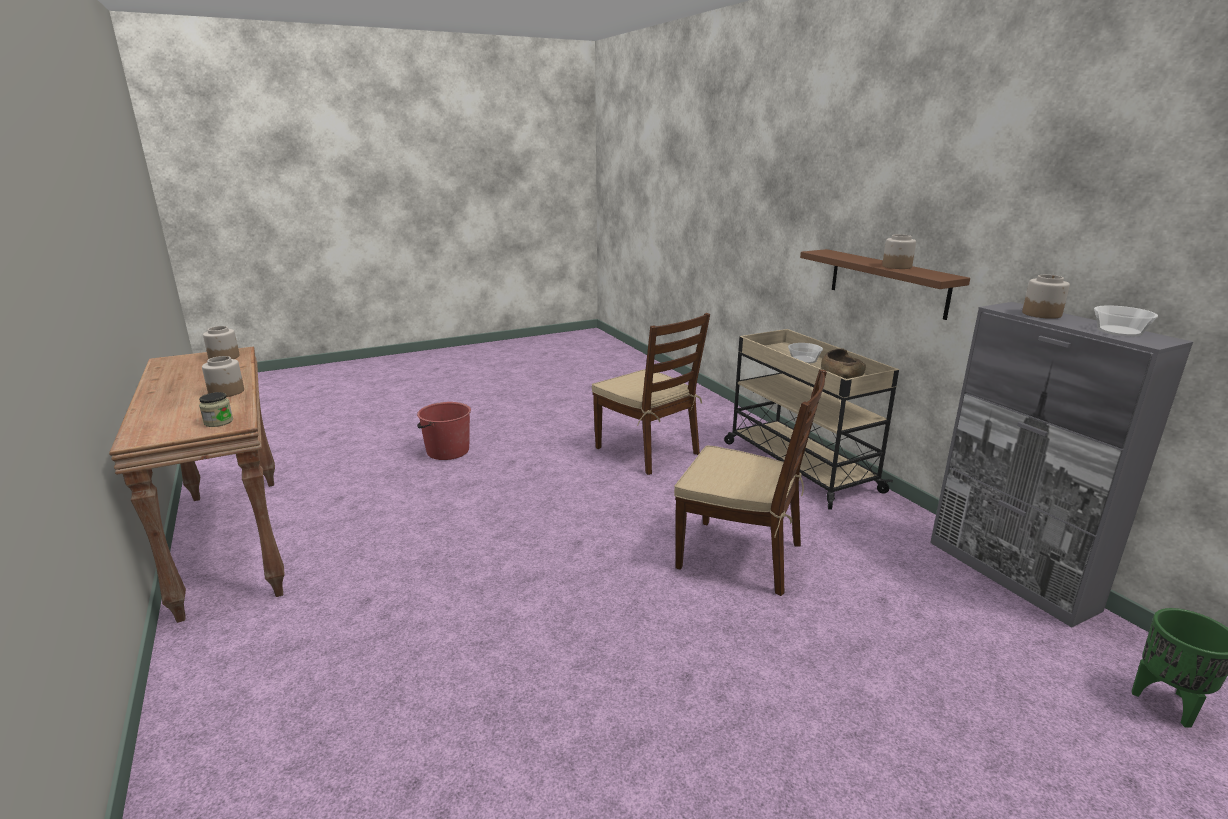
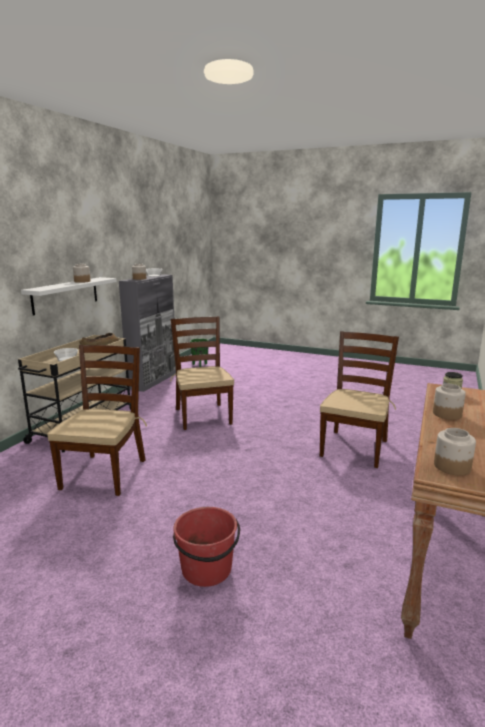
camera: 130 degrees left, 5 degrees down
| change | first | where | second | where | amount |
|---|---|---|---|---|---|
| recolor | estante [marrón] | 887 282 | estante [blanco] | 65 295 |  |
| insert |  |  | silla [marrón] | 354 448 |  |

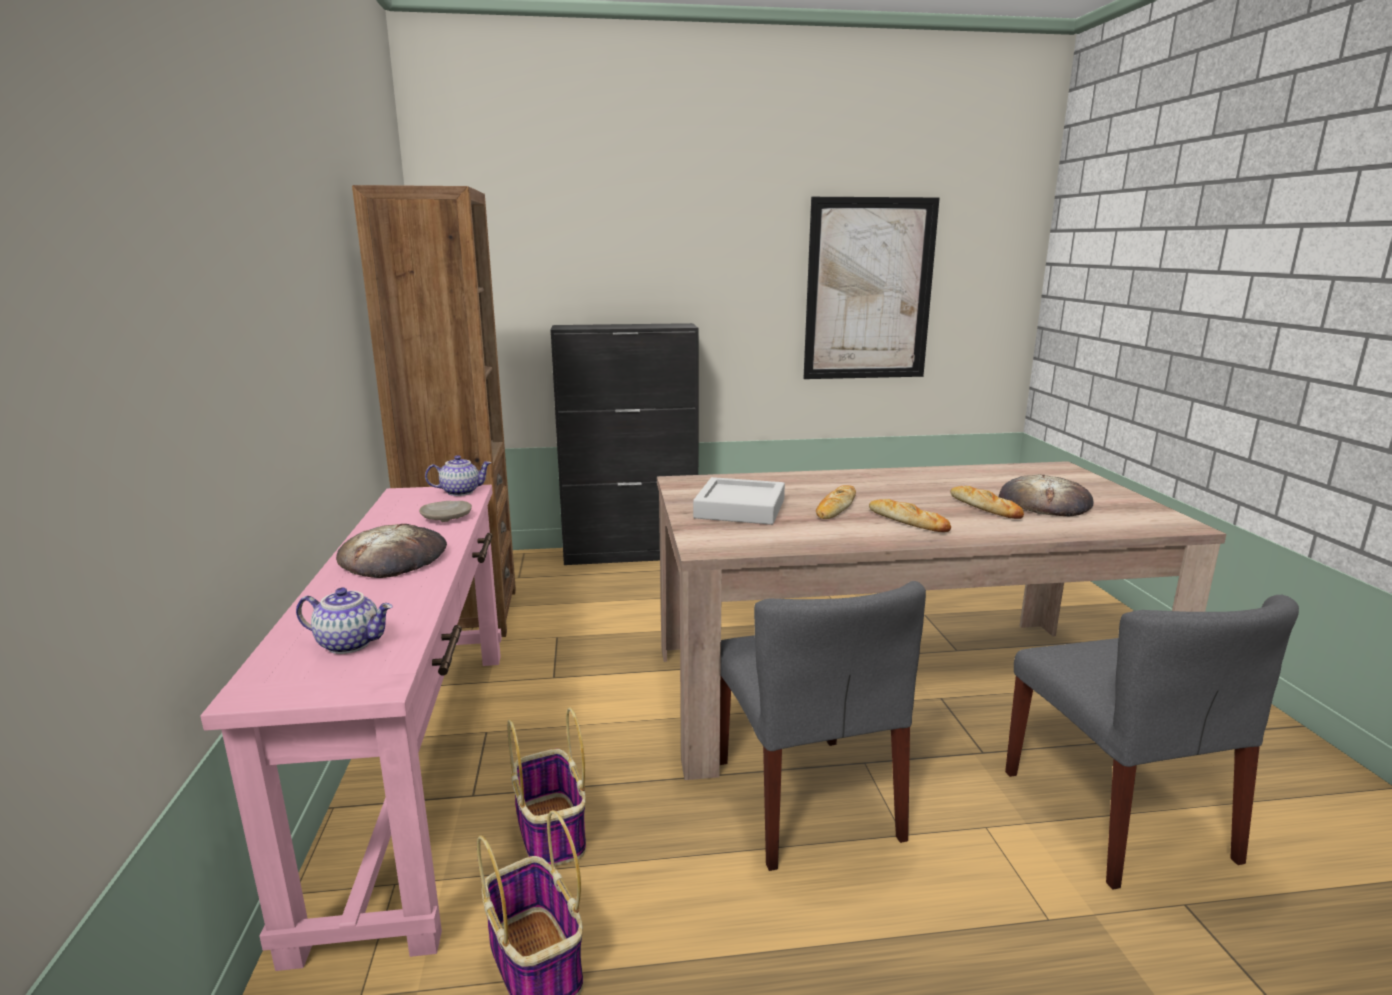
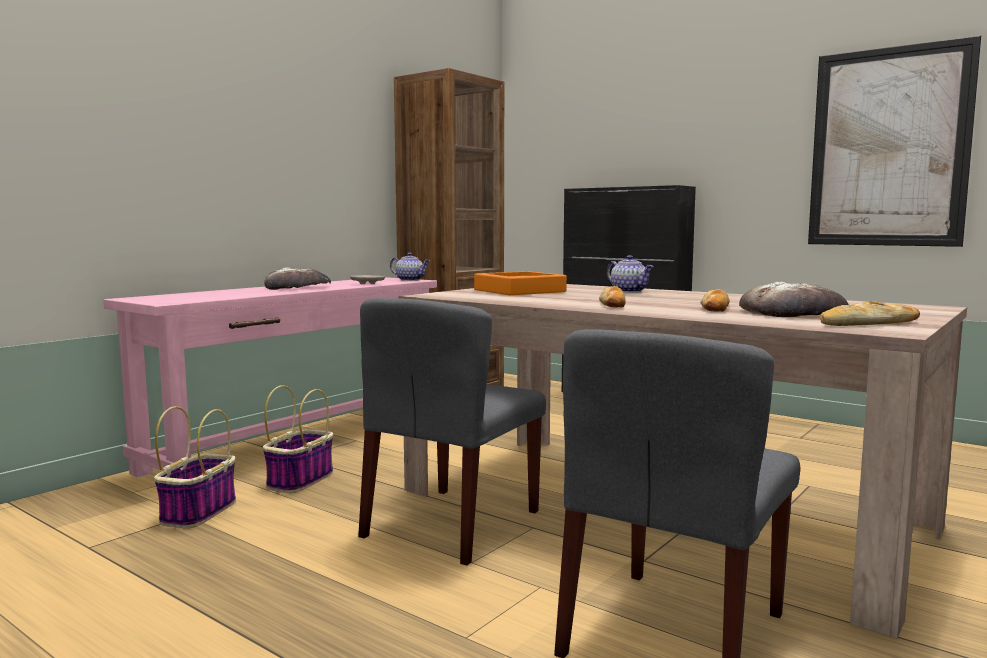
camera: 45 degrees right, 10 degrees down
| change | first | where | second | where | amount |
|---|---|---|---|---|---|
| move | tetera | 350 643 |  | 630 291 |  |
| recolor | bandeja [gris] | 740 509 | bandeja [naranja] | 519 291 |  |
| move | pan | 836 507 |  | 868 323 |  |

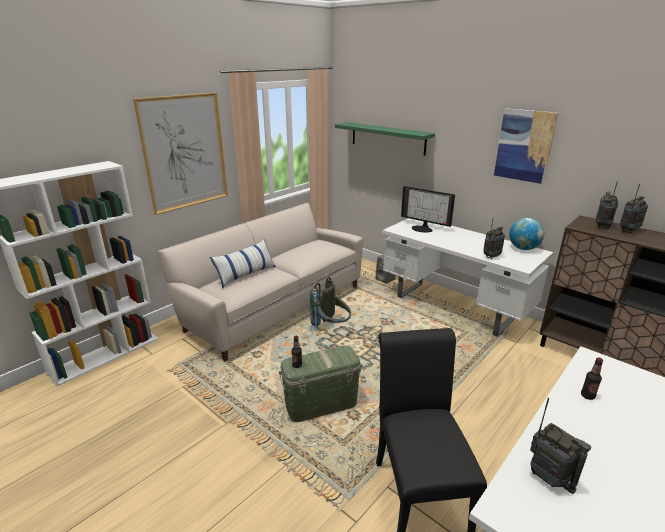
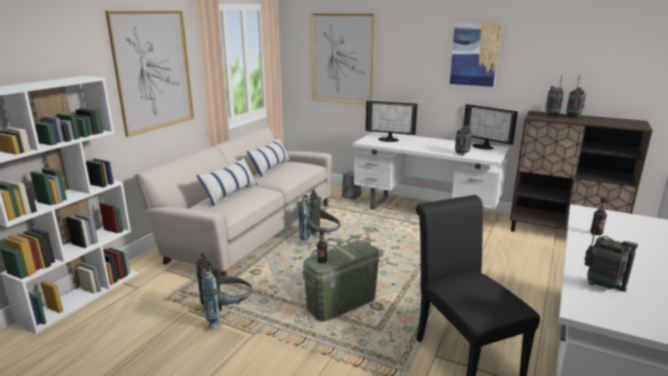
camera: 15 degrees left, 5 degrees down
| change | first | where | second | where | amount |
|---|---|---|---|---|---|
| replace | estante [verde] | 387 138 | cuadro | 342 59 |  |
| replace | globo terráqueo | 523 248 | monitor | 484 146 |  |
| insert |  |  | mochila [gris] | 227 314 |  |
| insert |  |  | cojín | 271 167 |  |

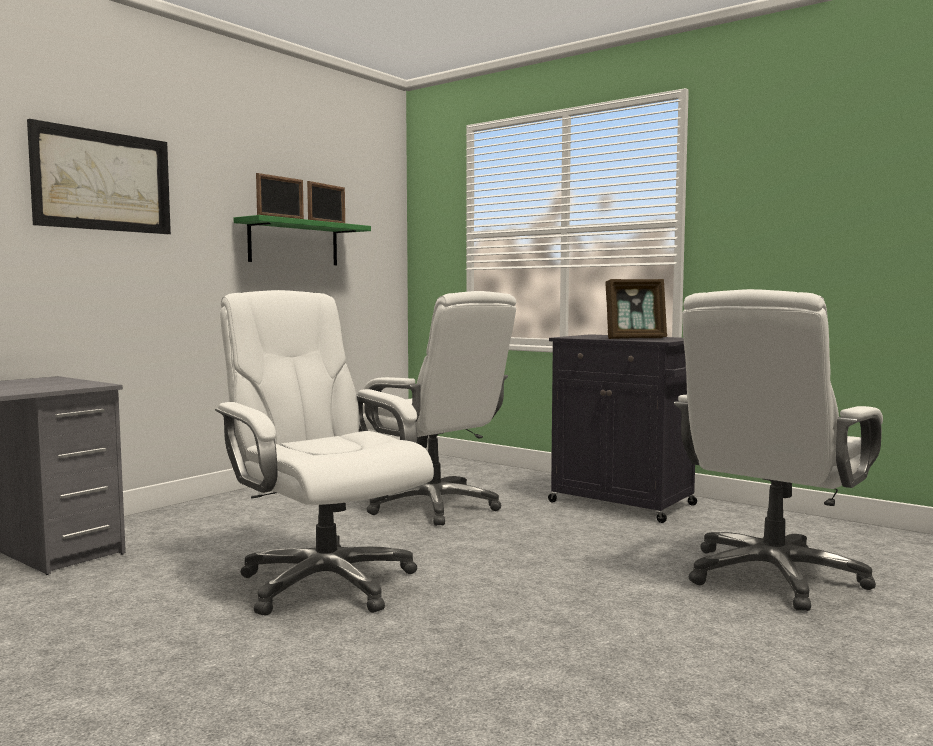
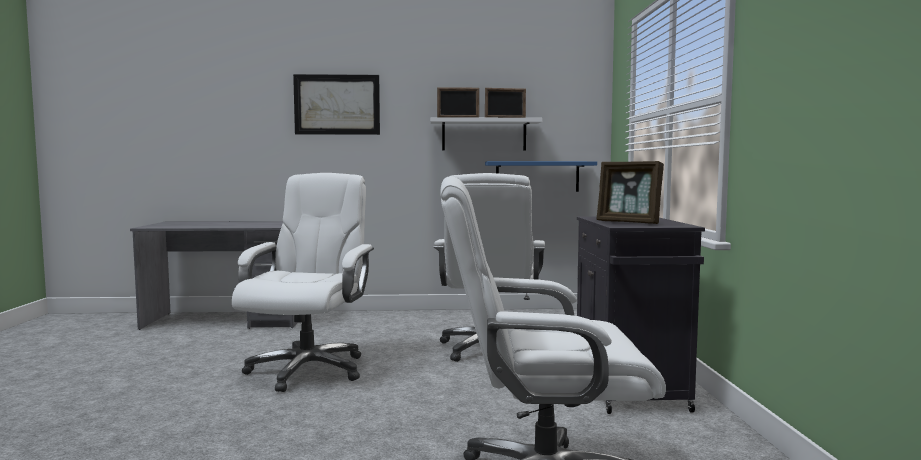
camera: 50 degrees right, 0 degrees up
| change | first | where | second | where | amount |
|---|---|---|---|---|---|
| recolor | estante [verde] | 294 243 | estante [blanco] | 484 135 |  |
| insert |  |  | estante [azul] | 537 176 |  |

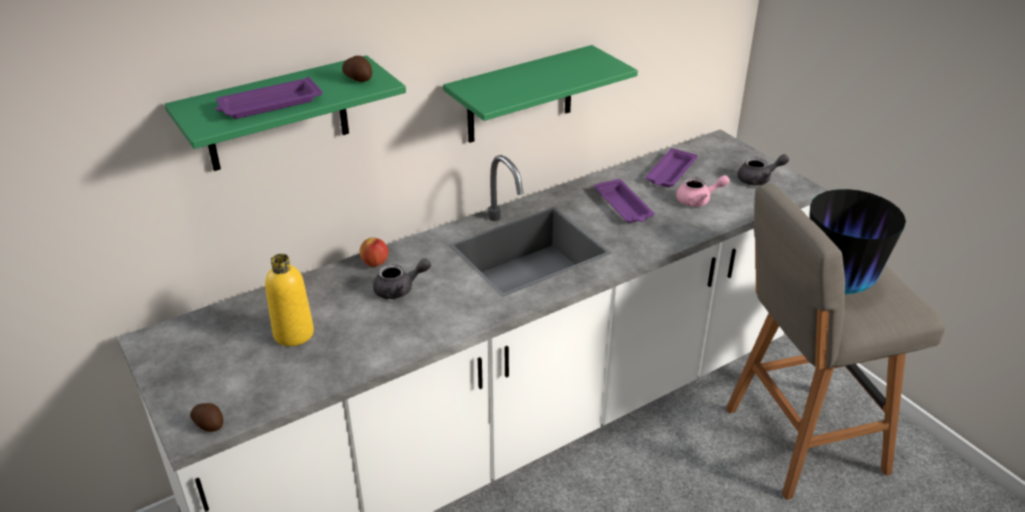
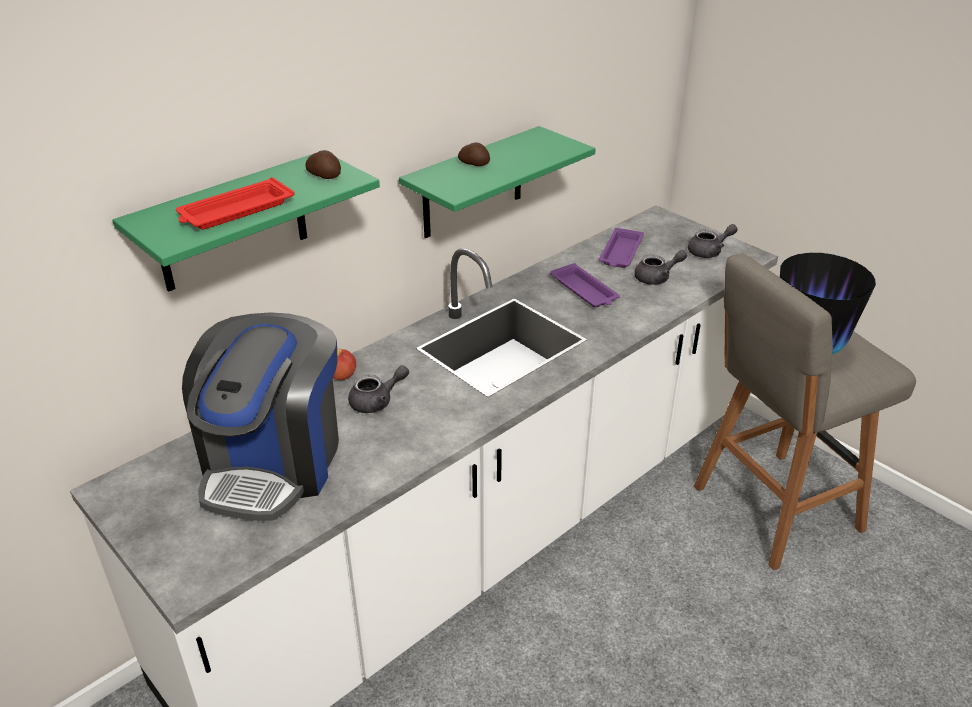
camera: 10 degrees left, 0 degrees up
| change | first | where | second | where | amount |
|---|---|---|---|---|---|
| move | patata | 209 424 |  | 474 163 |  |
| recolor | bandeja [morado] | 268 105 | bandeja [rojo] | 235 211 |  |
| replace | botella [amarillo] | 293 334 | cafetera | 274 462 |  |
| recolor | tetera [rosa] | 698 200 | tetera [gris] | 657 278 |  |

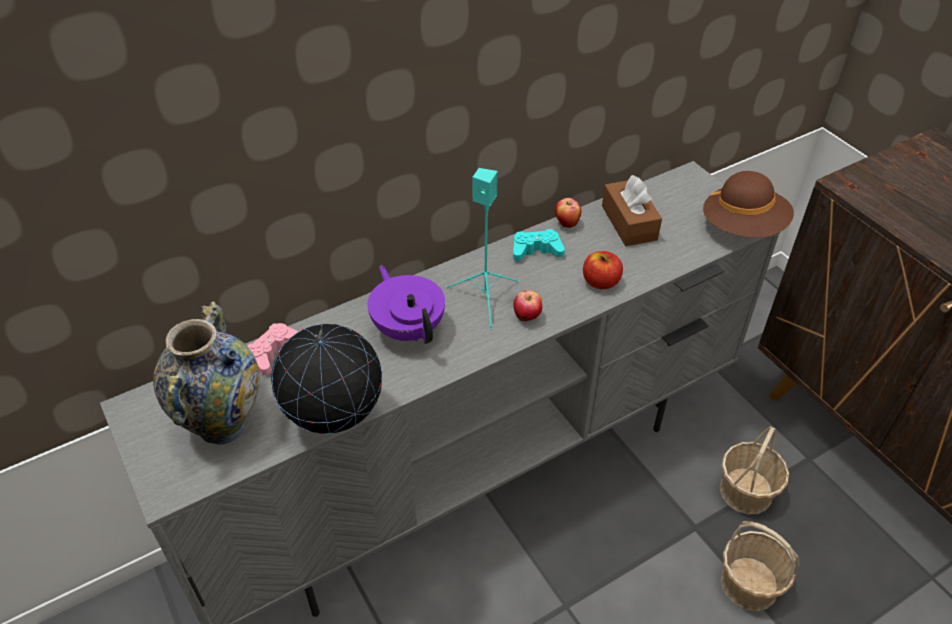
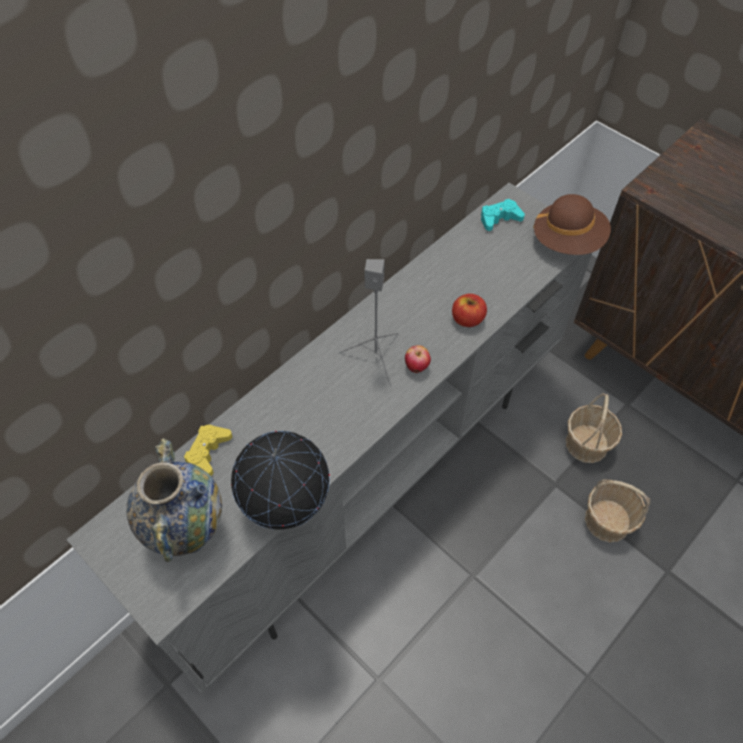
camera: 15 degrees left, 10 degrees up
| change | first | where | second | where | amount |
|---|---|---|---|---|---|
| recolor | mando de consola [rosa] | 274 352 | mando de consola [amarillo] | 208 452 |  |
| delete | tetera [morado] | 408 328 |  |  |  |
| recolor | altavoz [turquesa] | 485 298 | altavoz [gris] | 376 356 |  |
| move | mando de consola [turquesa] | 536 250 |  | 499 219 |  |
| delete | manzana | 566 223 |  |  |  |
| delete | caja de pañuelos [marrón] | 629 223 |  |  |  |

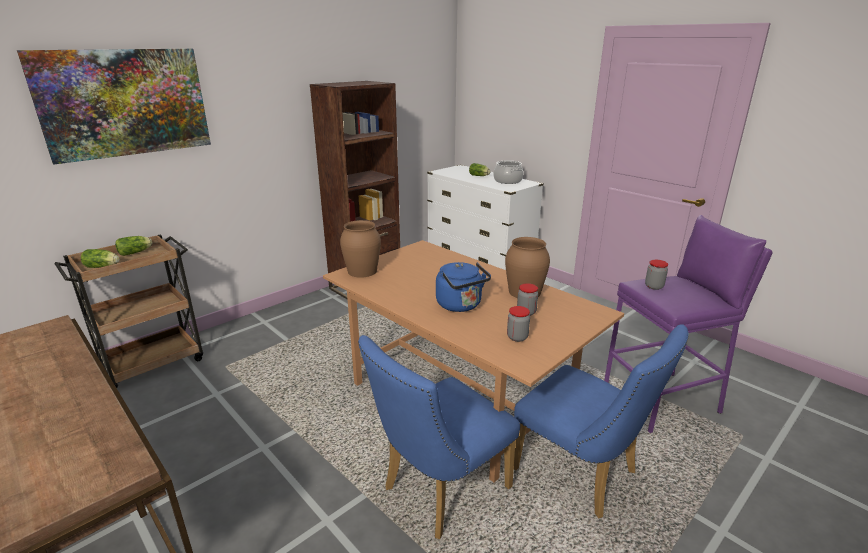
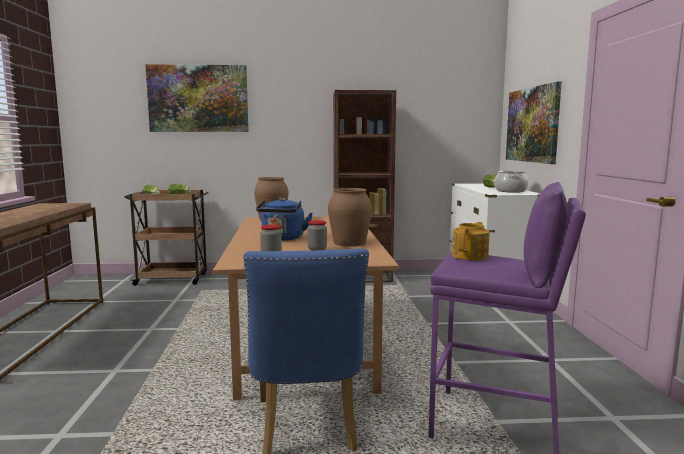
camera: 40 degrees right, 15 degrees down
| change | first | where | second | where | amount |
|---|---|---|---|---|---|
| delete | silla [azul] | 438 491 |  |  |  |
| replace | tarro | 654 286 | tetera | 470 256 |  |
| insert |  |  | cuadro | 532 125 |  |

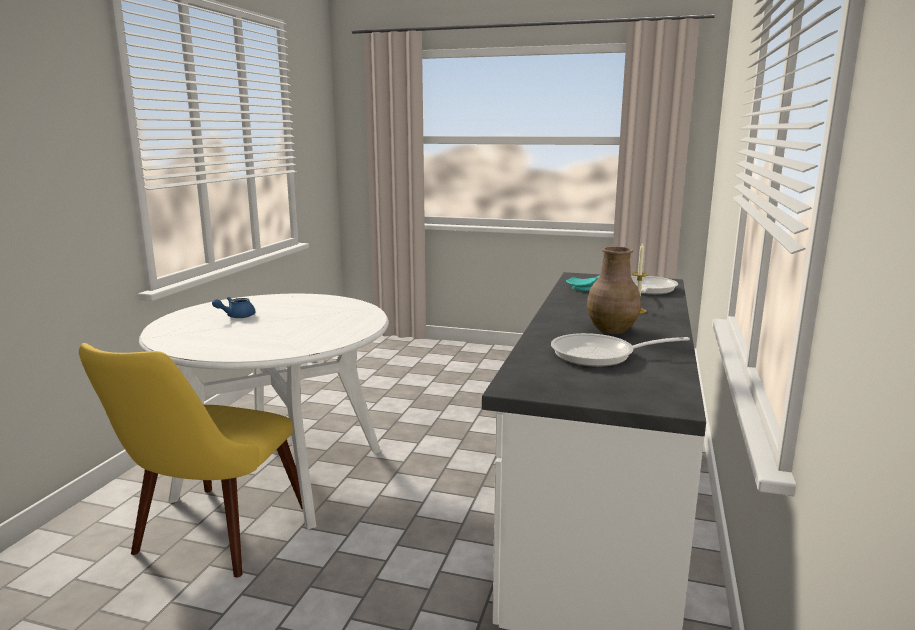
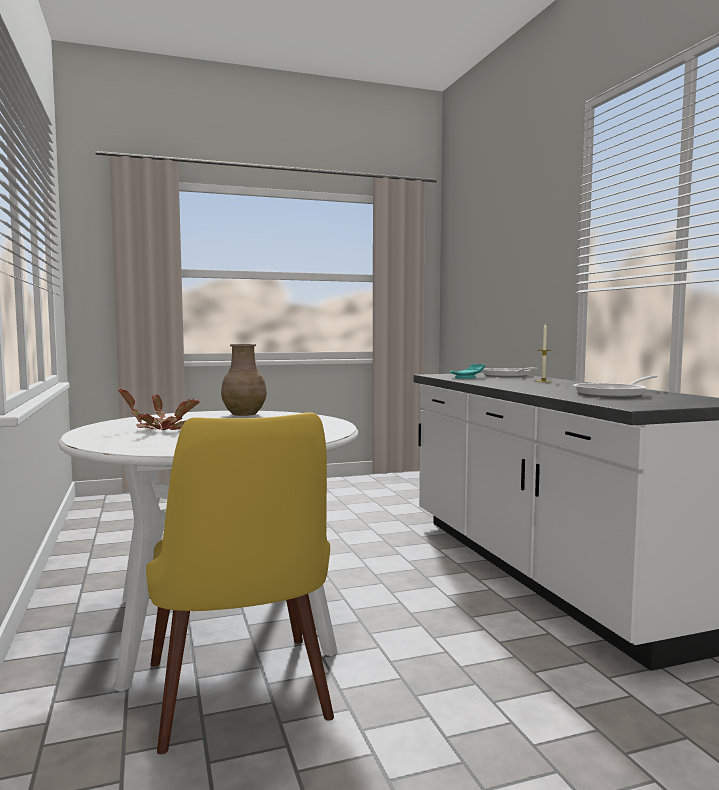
camera: 35 degrees left, 10 degrees down
| change | first | where | second | where | amount |
|---|---|---|---|---|---|
| replace | tetera [azul] | 236 316 | planta en maceta | 163 429 |  |
| move | florero [marrón] | 612 329 |  | 244 414 |  |

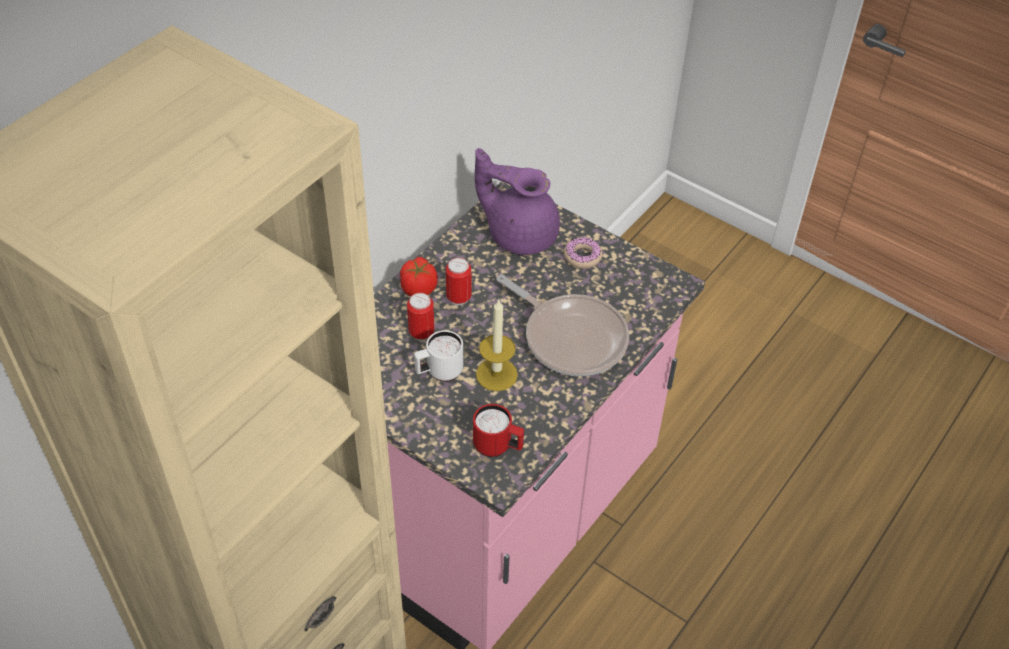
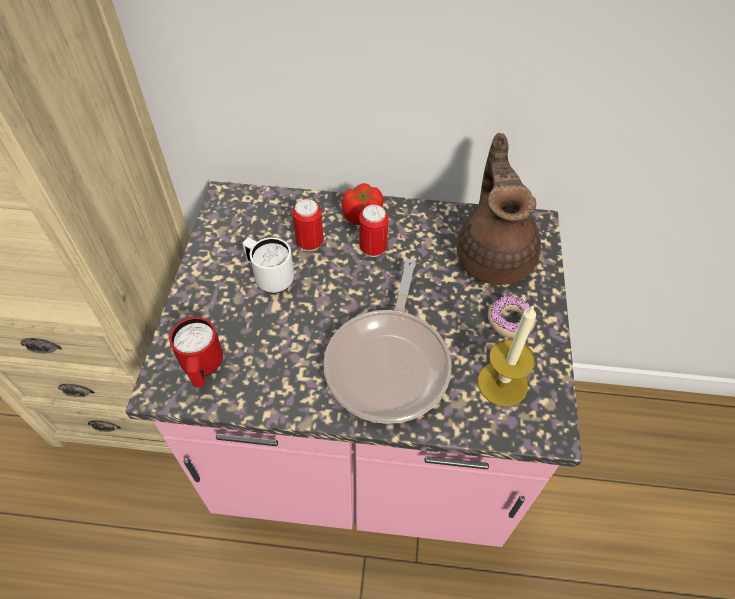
camera: 60 degrees right, 5 degrees up
| change | first | where | second | where | amount |
|---|---|---|---|---|---|
| recolor | tetera [morado] | 519 234 | tetera [marrón] | 494 255 |  |
| move | vela | 496 374 |  | 502 383 |  |

